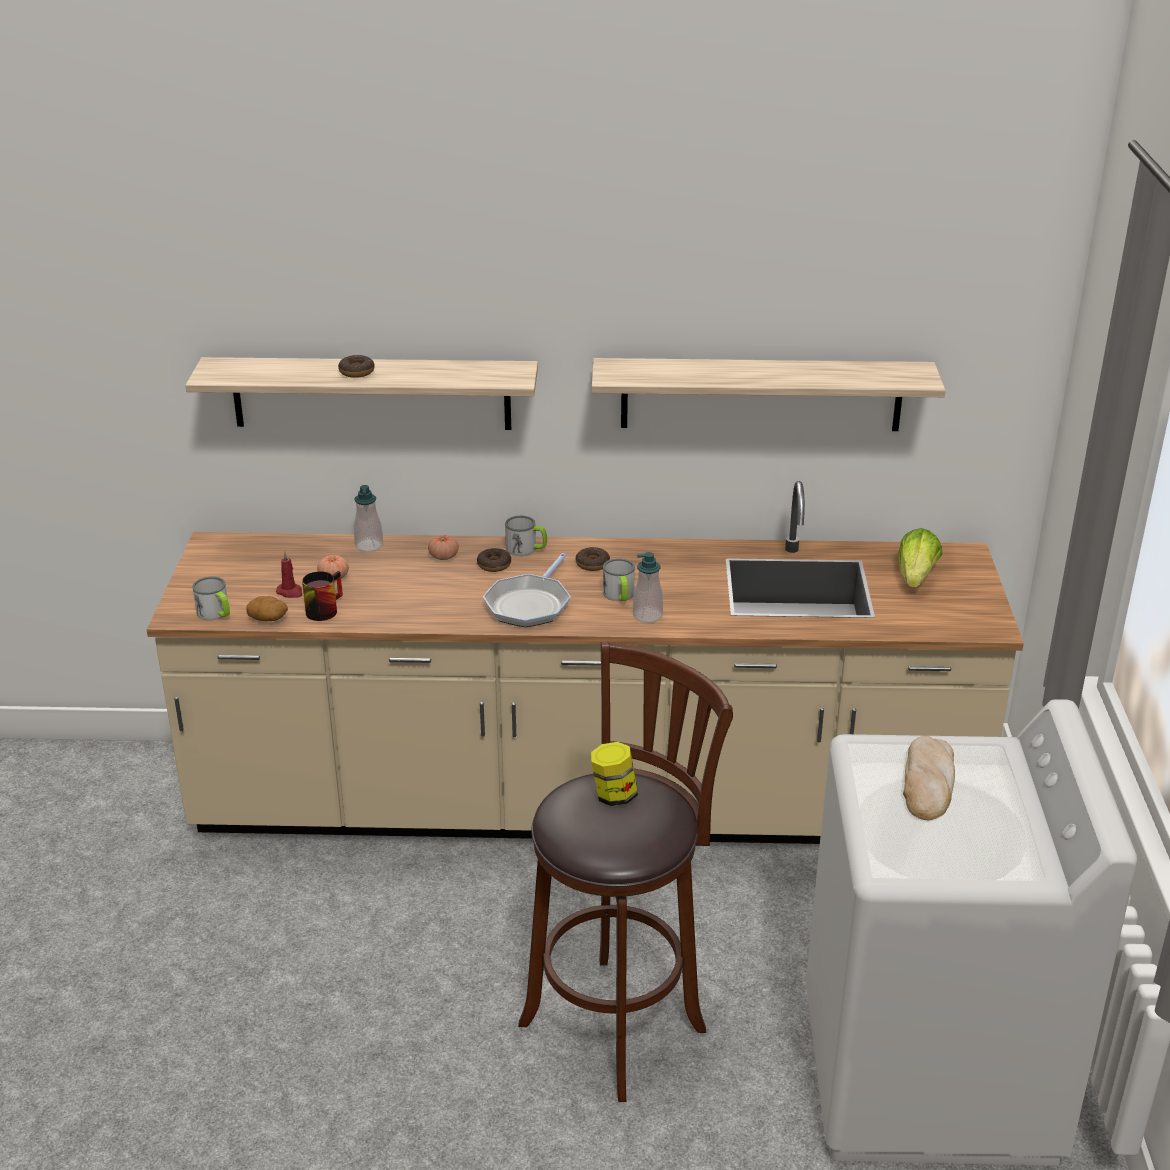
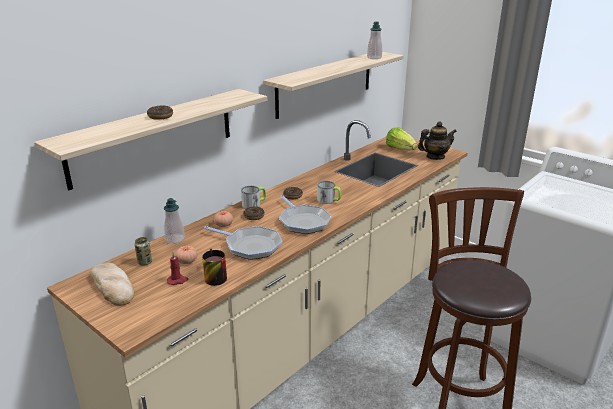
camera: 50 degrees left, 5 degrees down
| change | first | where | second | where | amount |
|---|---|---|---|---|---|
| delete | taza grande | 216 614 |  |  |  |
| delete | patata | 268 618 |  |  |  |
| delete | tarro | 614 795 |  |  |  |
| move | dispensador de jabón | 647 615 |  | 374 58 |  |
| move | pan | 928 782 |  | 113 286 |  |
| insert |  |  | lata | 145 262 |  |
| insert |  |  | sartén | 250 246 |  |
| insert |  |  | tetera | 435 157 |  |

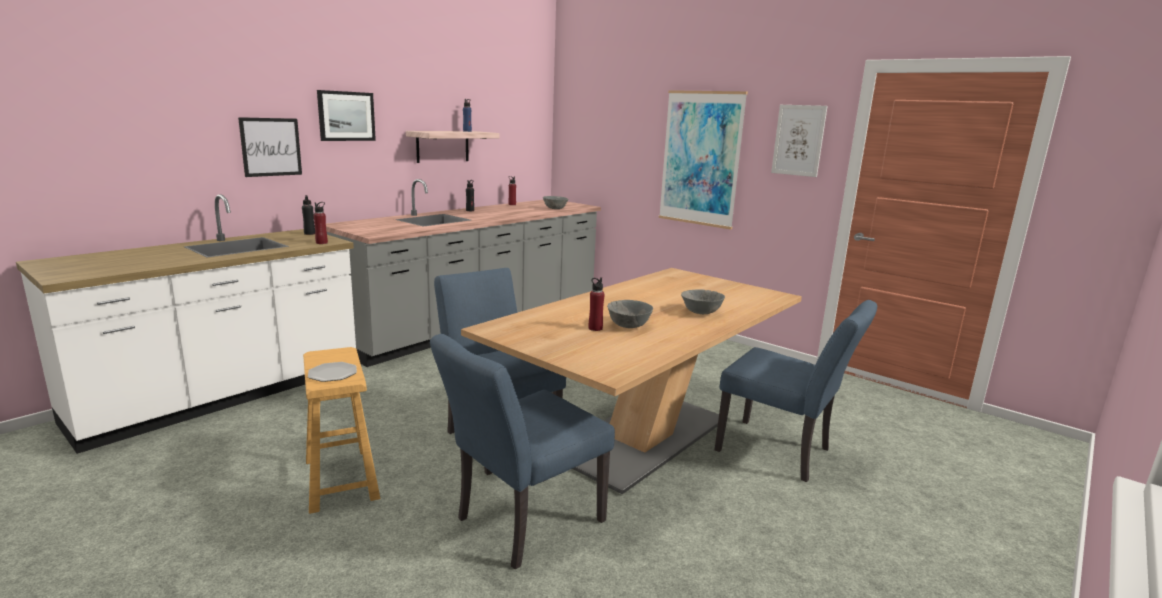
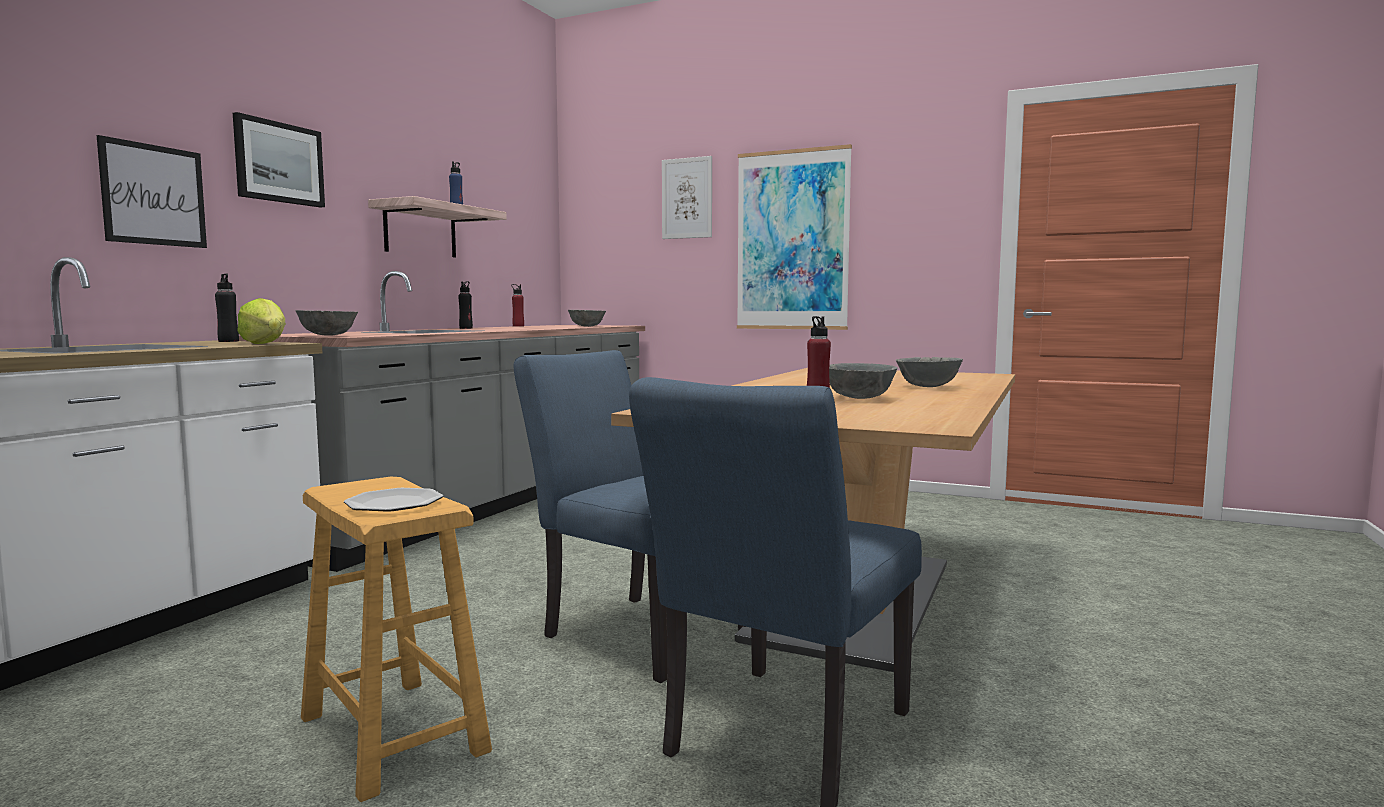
camera: 15 degrees left, 10 degrees down
| change | first | where | second | where | amount |
|---|---|---|---|---|---|
| replace | botella [rojo] | 321 243 | lechuga | 265 343 |  |
| delete | silla [azul] | 781 453 |  |  |  |
| move | cuadro | 798 140 |  | 687 198 |  |
| insert |  |  | cuenco [gris] | 328 335 |  |

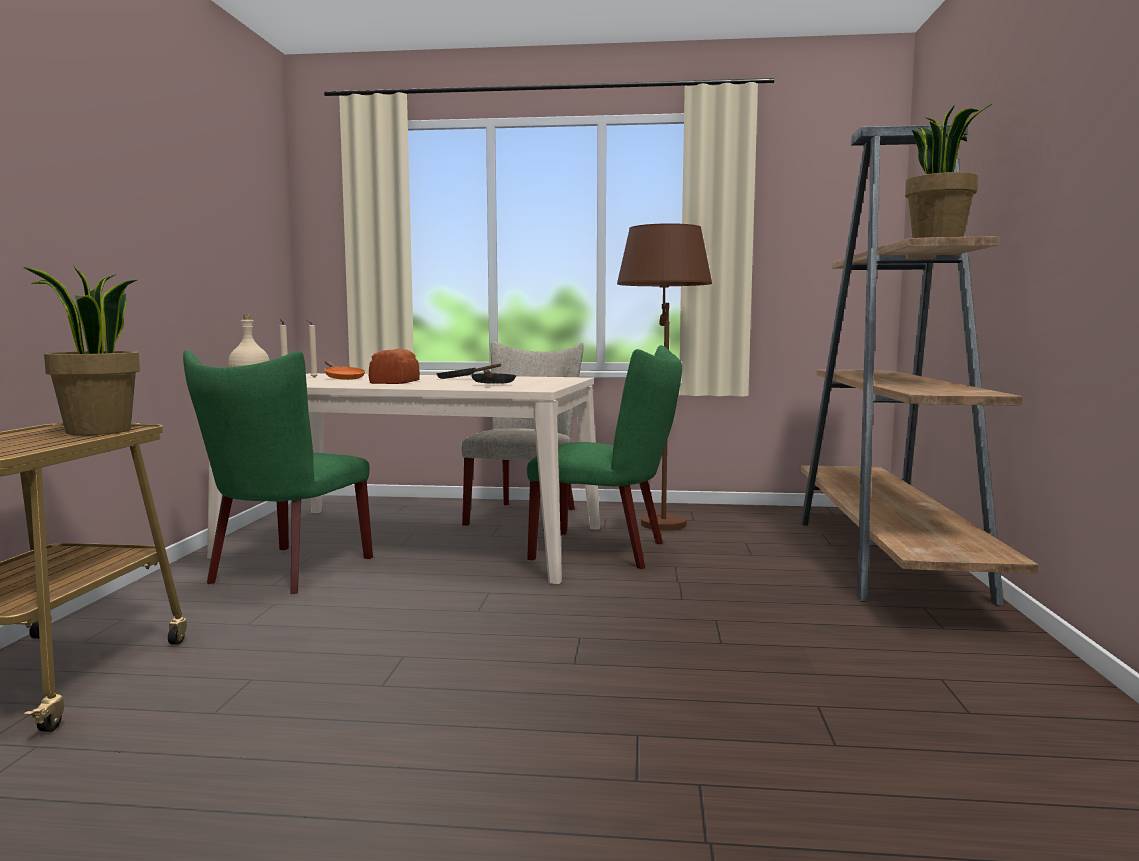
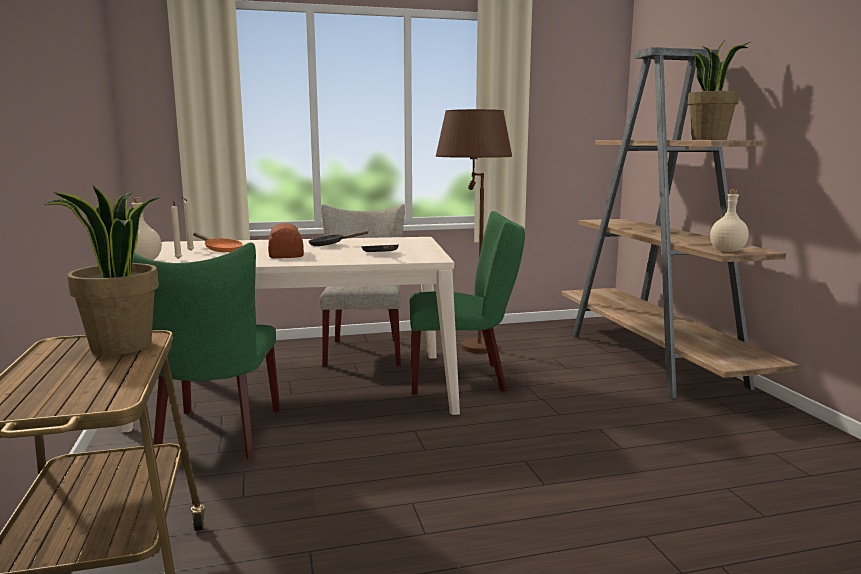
camera: 20 degrees left, 5 degrees up
| change | first | where | second | where | amount |
|---|---|---|---|---|---|
| insert |  |  | botella [beis] | 726 251 |  |

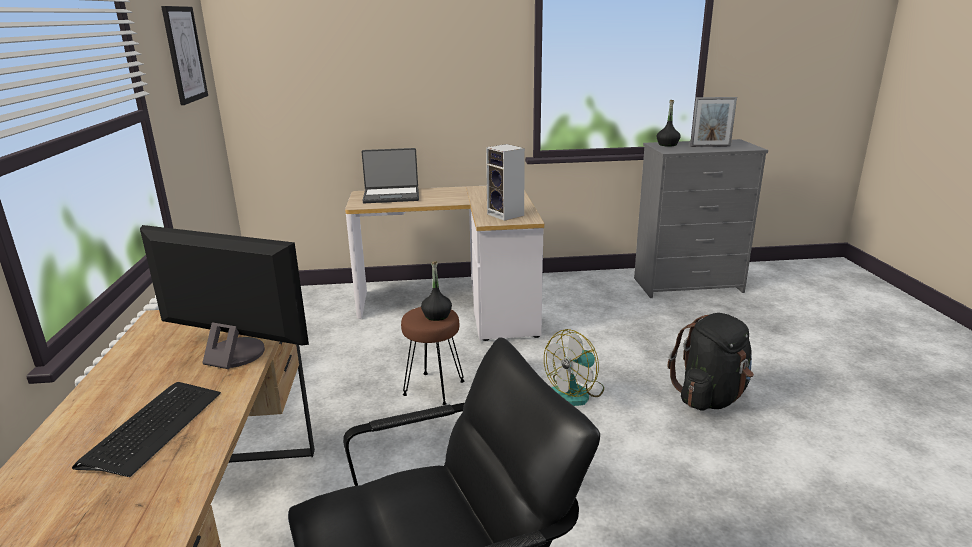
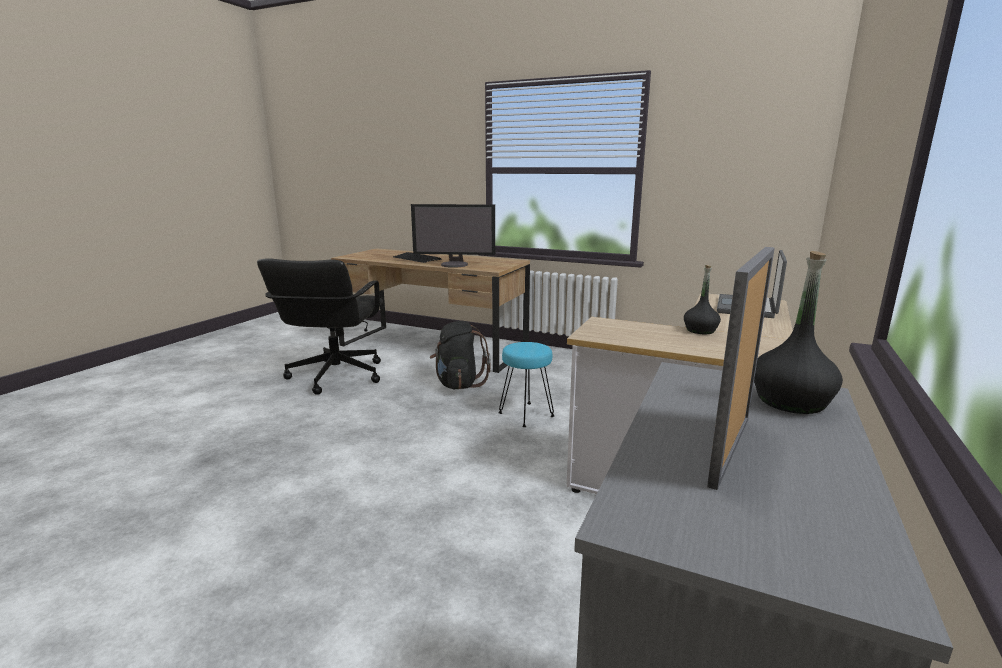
camera: 120 degrees right, 5 degrees down
| change | first | where | second | where | amount |
|---|---|---|---|---|---|
| rotate | monitor | 233 354 |  | 455 265 | 45 degrees clockwise |
| delete | cuadro | 184 54 |  |  |  |
| recolor | taburete [marrón] | 433 389 | taburete [turquesa] | 526 414 |  |
| move | botella [negro] | 436 316 |  | 700 330 |  |
| delete | altavoz | 507 215 |  |  |  |
| delete | ventilador | 574 393 |  |  |  |
| move | mochila [negro] | 710 397 |  | 458 384 |  |

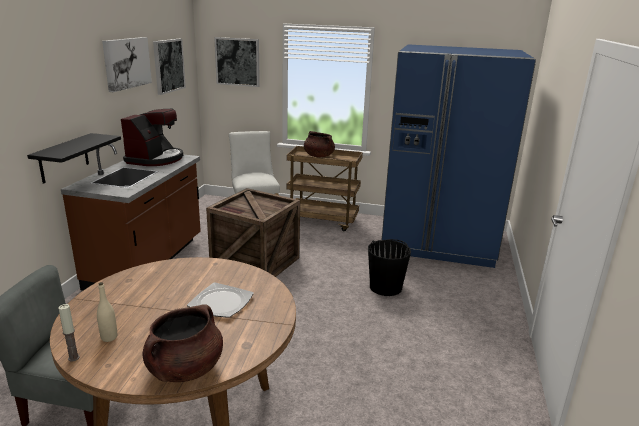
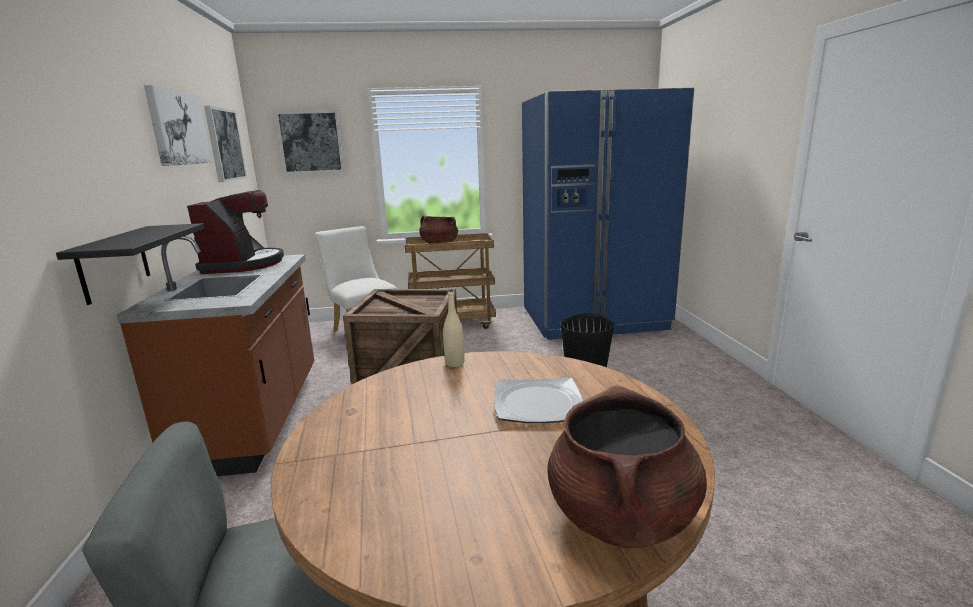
camera: 20 degrees left, 5 degrees down
| change | first | where | second | where | amount |
|---|---|---|---|---|---|
| delete | vela | 73 358 |  |  |  |
| move | botella [beis] | 109 337 |  | 454 363 |  |

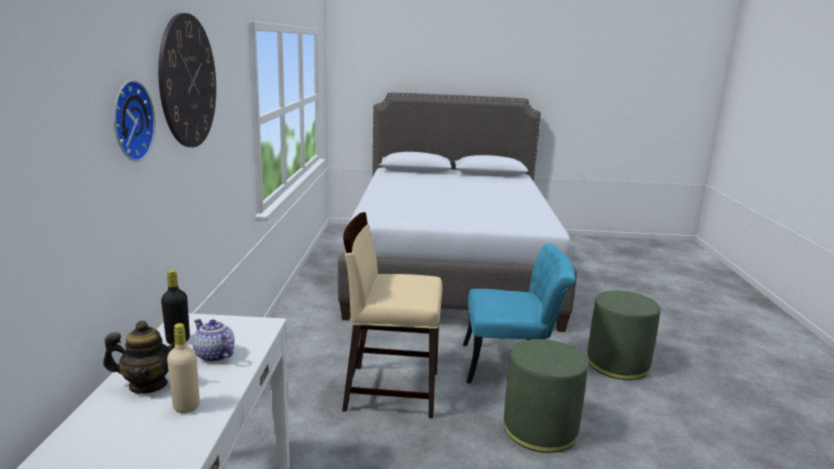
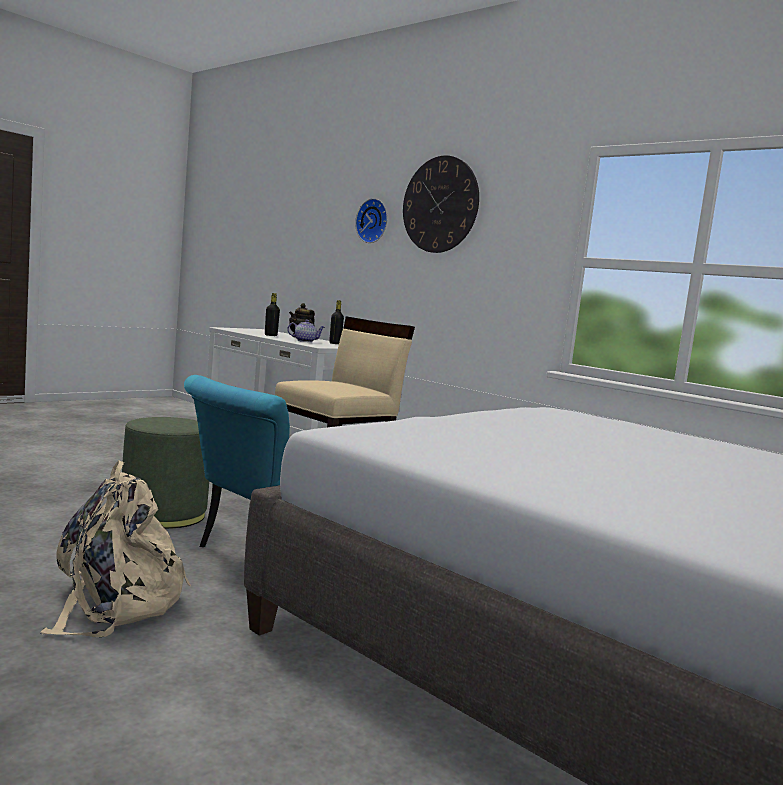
camera: 130 degrees right, 10 degrees down
| change | first | where | second | where | amount |
|---|---|---|---|---|---|
| recolor | botella [beis] | 186 406 | botella [negro] | 270 335 |  |
| replace | puf [verde] | 617 364 | mochila [beis] | 115 604 |  |

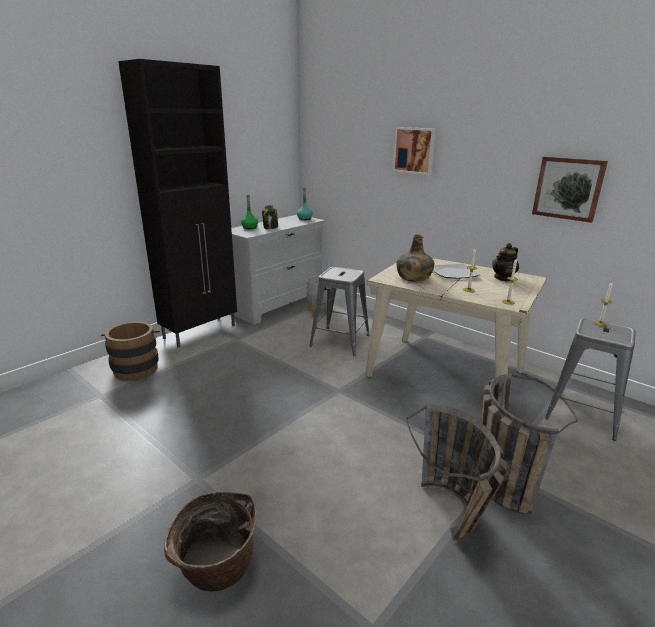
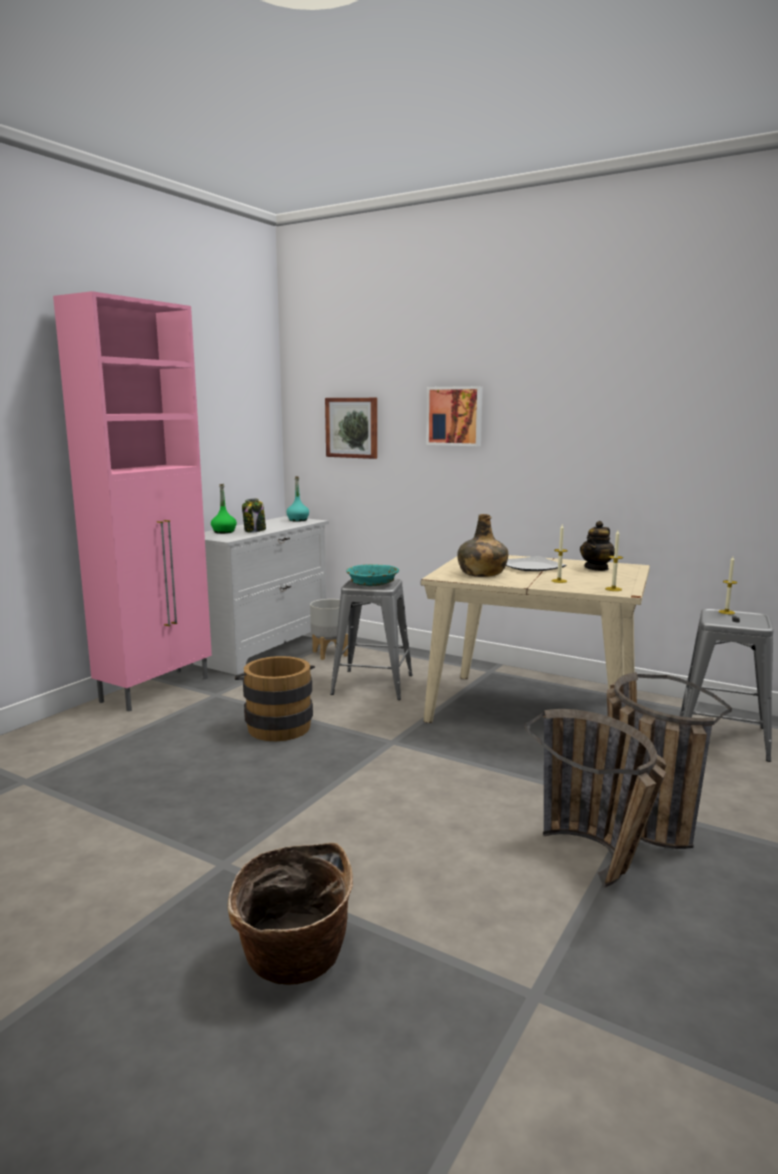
camera: 10 degrees left, 10 degrees down
| change | first | where | second | where | amount |
|---|---|---|---|---|---|
| move | cubo [marrón] | 136 367 |  | 277 725 |  |
| recolor | armario [negro] | 201 331 | armario [rosa] | 157 689 |  |
| move | cuadro | 568 188 |  | 352 427 |  |
| insert |  |  | cuenco [turquesa] | 372 583 |  |

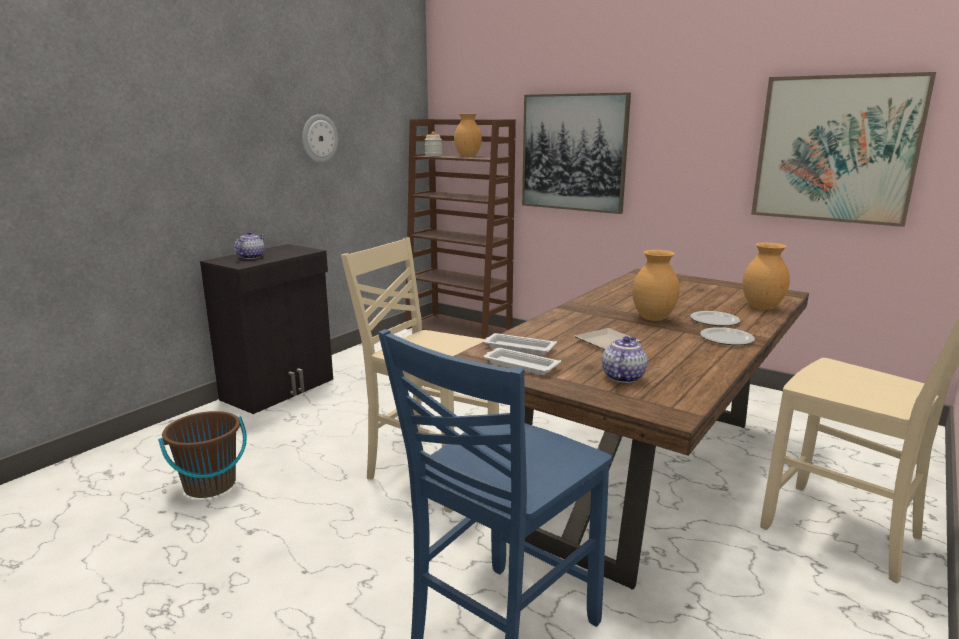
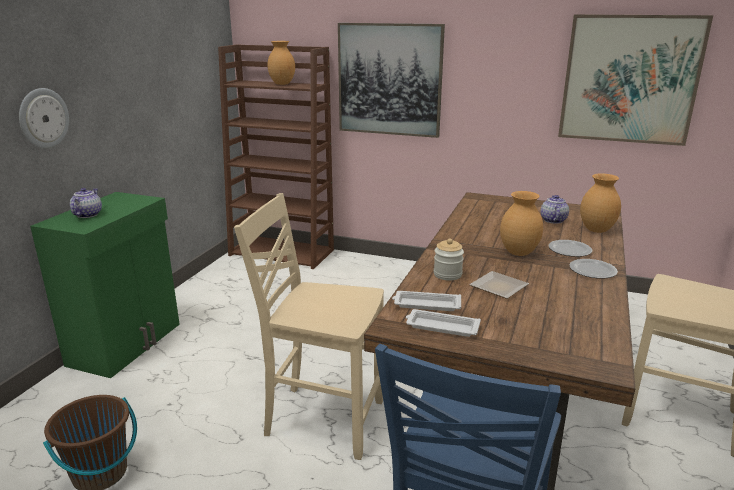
camera: 15 degrees left, 5 degrees up
| change | first | where | second | where | amount |
|---|---|---|---|---|---|
| recolor | armario [negro] | 280 389 | armario [verde] | 127 344 |  |
| move | reloj de pared | 319 138 |  | 43 118 |  |
| move | tarro | 433 155 |  | 447 274 |  |
| move | tetera | 622 376 |  | 553 220 |  |

